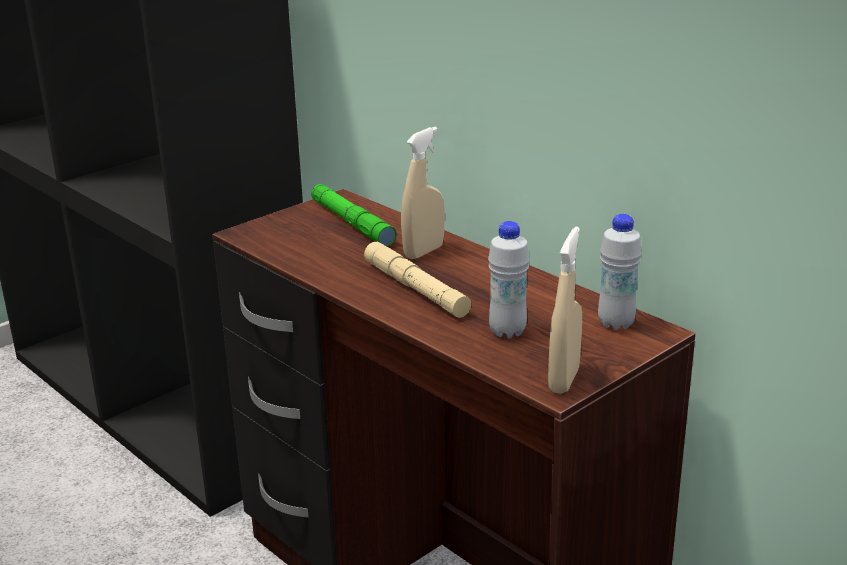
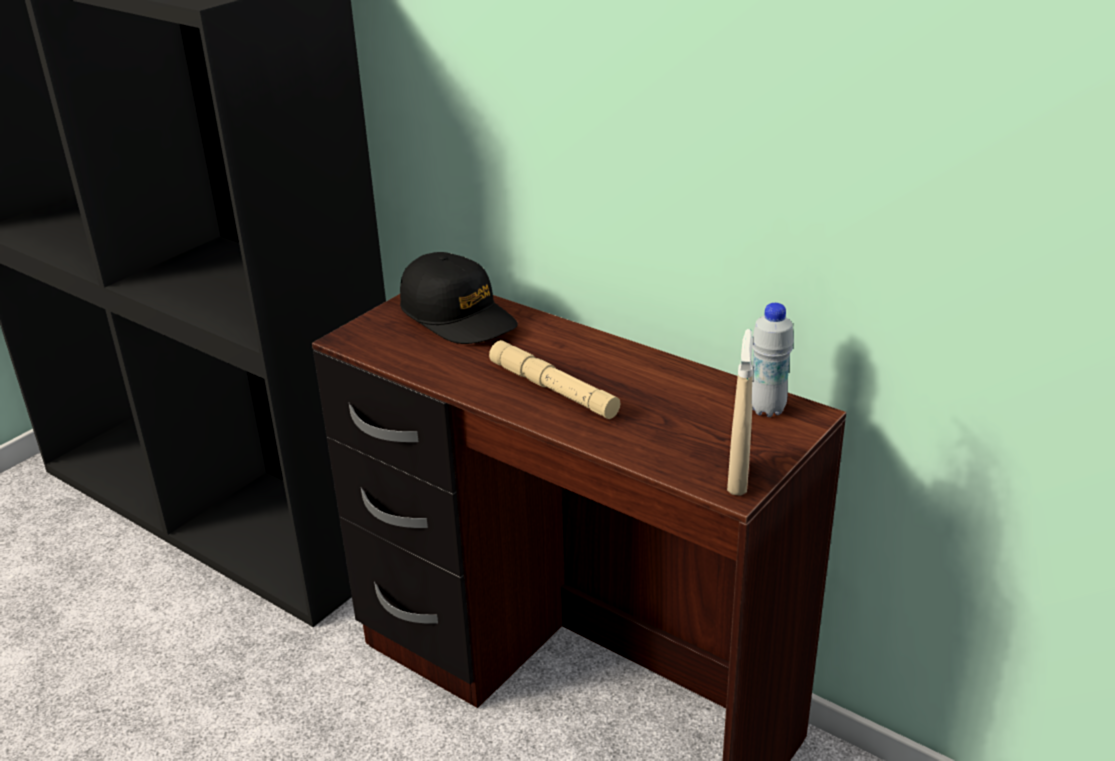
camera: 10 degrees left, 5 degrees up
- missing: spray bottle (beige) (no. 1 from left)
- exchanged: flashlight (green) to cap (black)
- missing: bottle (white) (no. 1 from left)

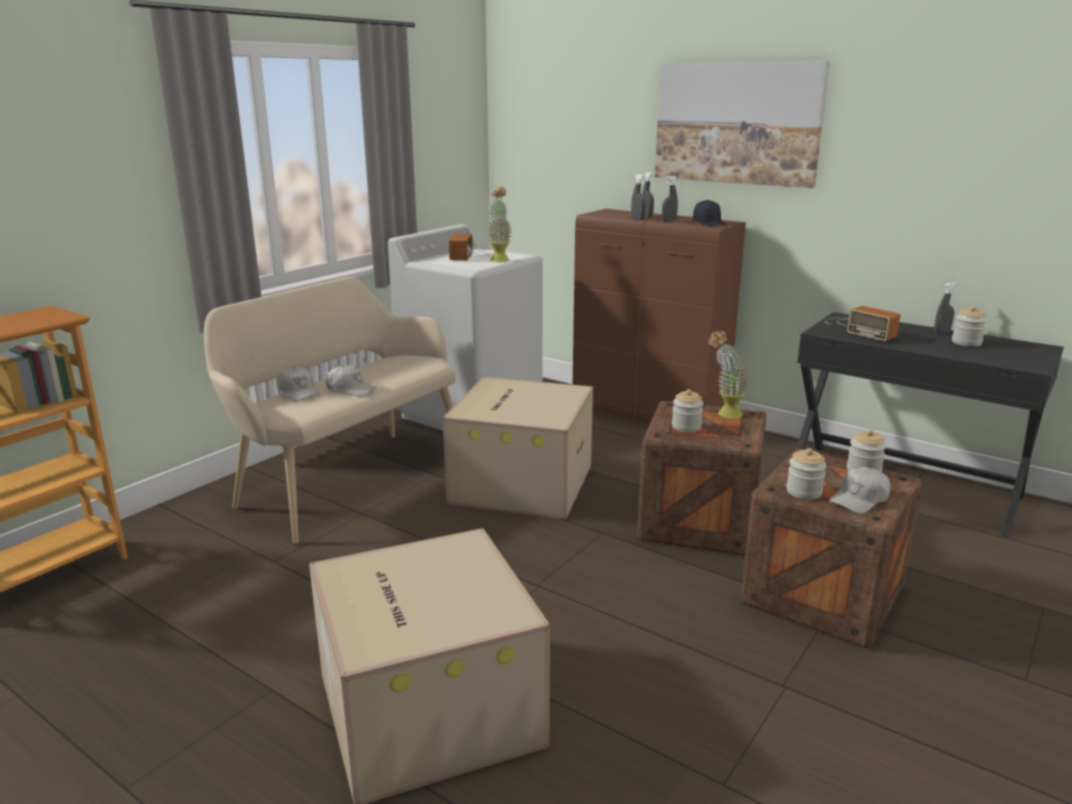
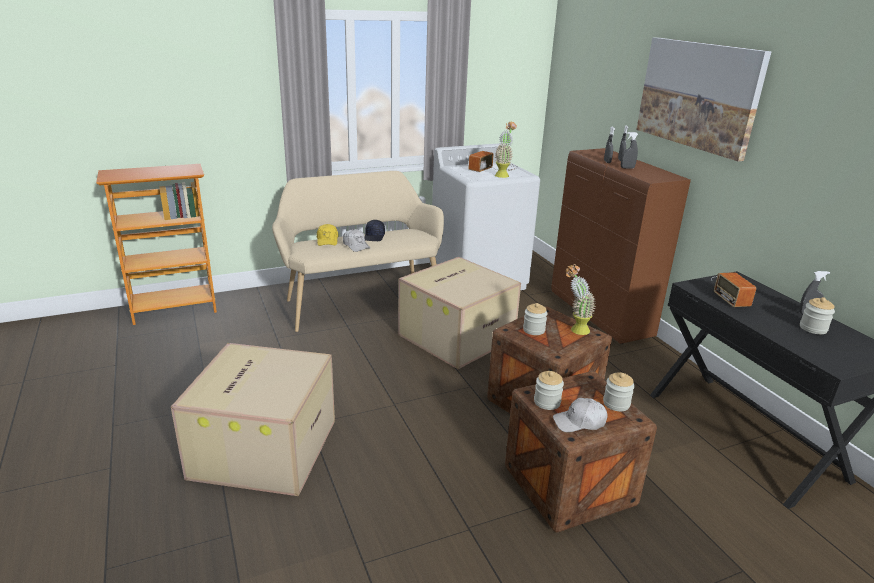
camera: 30 degrees right, 5 degrees up
- relocated: cap (black)
- colour: cap (white) (no. 1 from left) to cap (yellow)

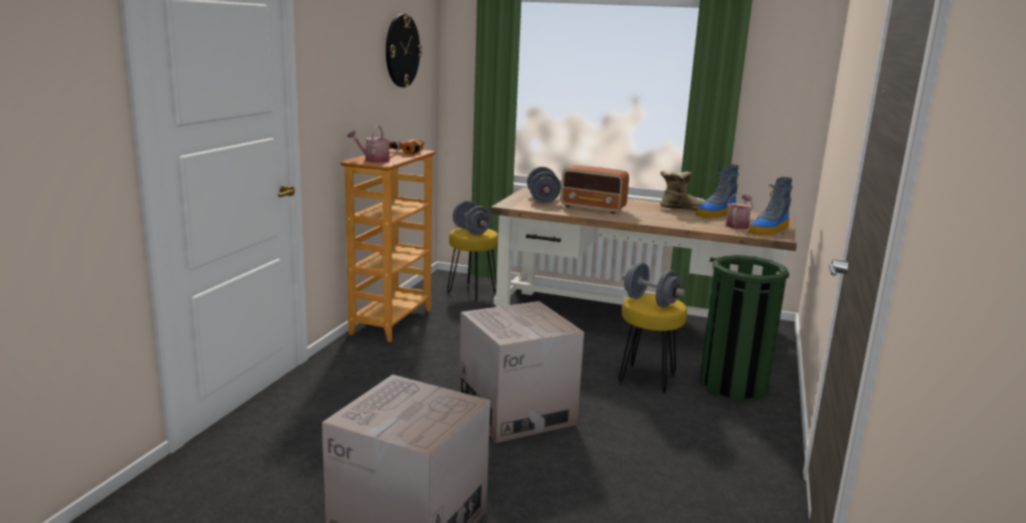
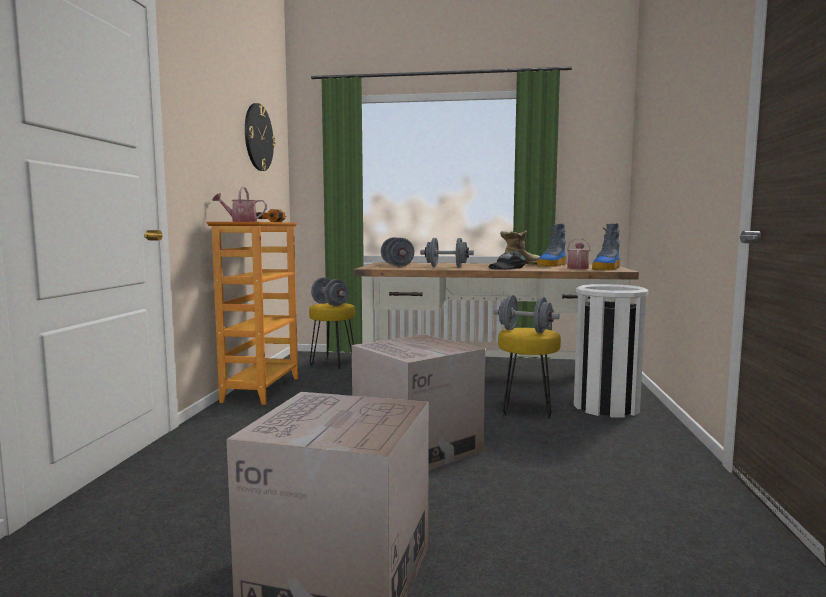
camera: 10 degrees left, 10 degrees down
- exchanged: radio to dumbbell (grey) (no. 3 from left)
- colour: trash can (green) to trash can (white)
- appeared: cap (black)

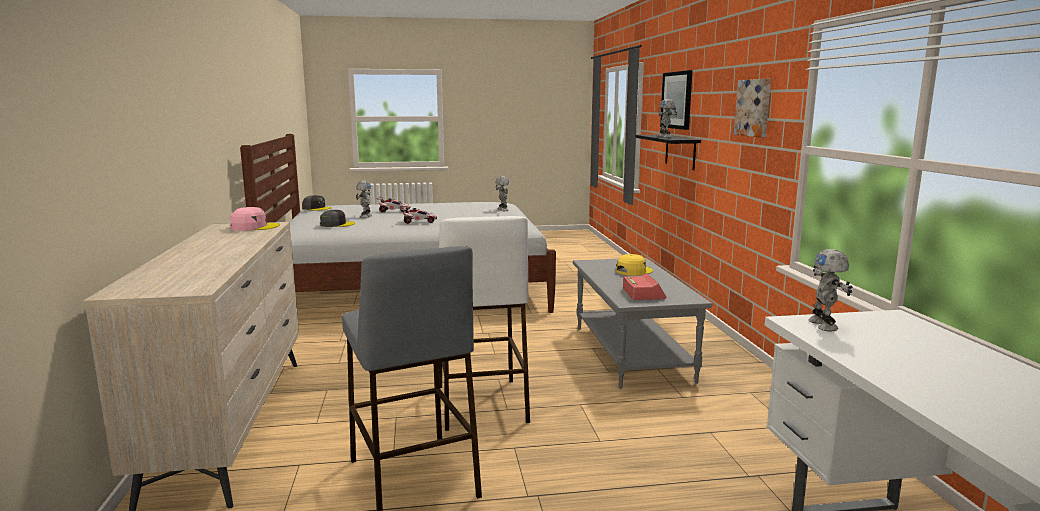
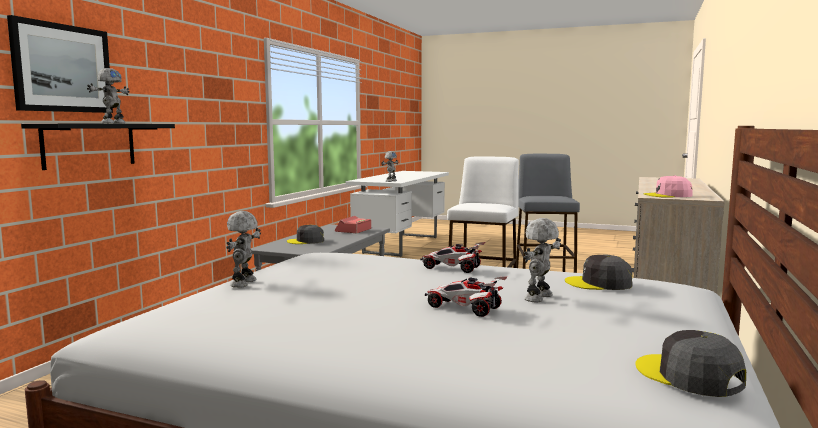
camera: 150 degrees left, 5 degrees down
- missing: picture (no. 2 from left)
- colour: cap (yellow) to cap (grey) (no. 1 from left)

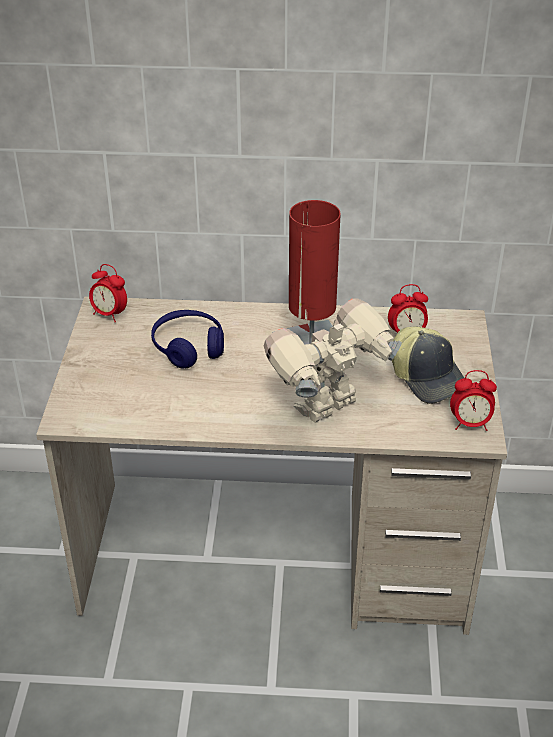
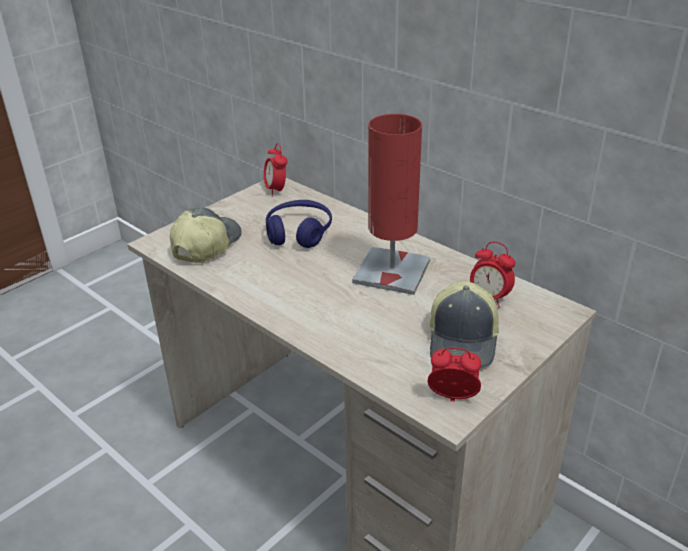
camera: 40 degrees right, 5 degrees down
- missing: toy robot
- spun: alarm clock (no. 3 from left in the first image) 150 degrees clockwise
- appeared: cap (no. 1 from left)

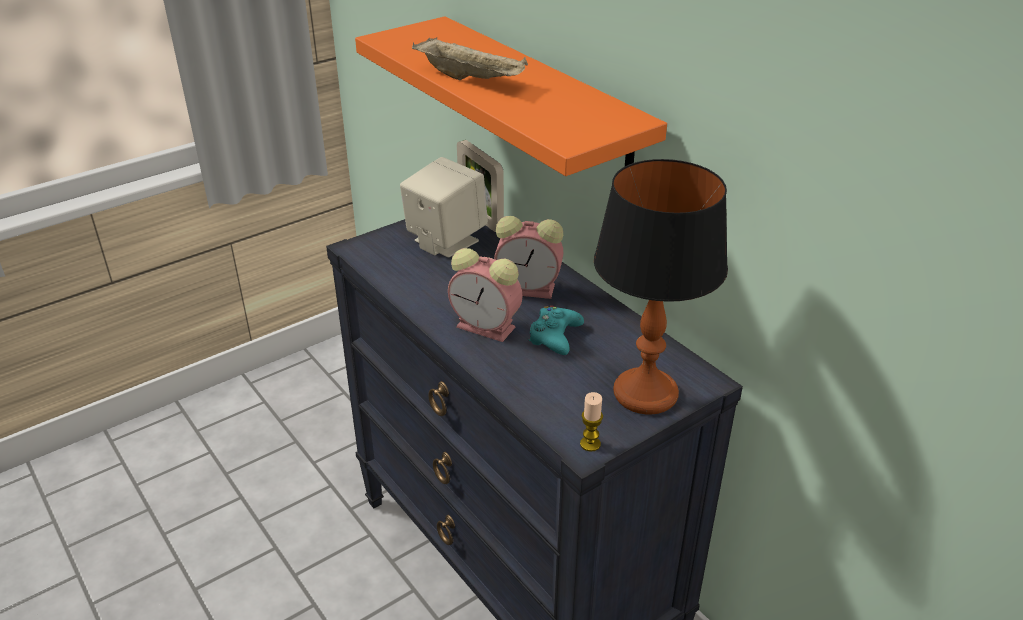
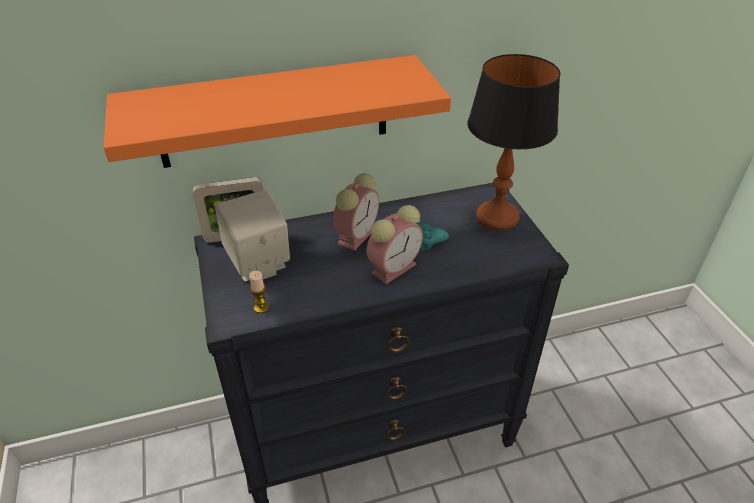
camera: 70 degrees left, 5 degrees up
- missing: tray (beige)
- relocated: candle

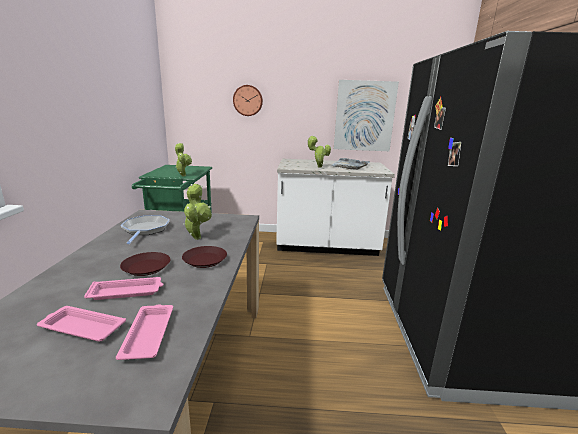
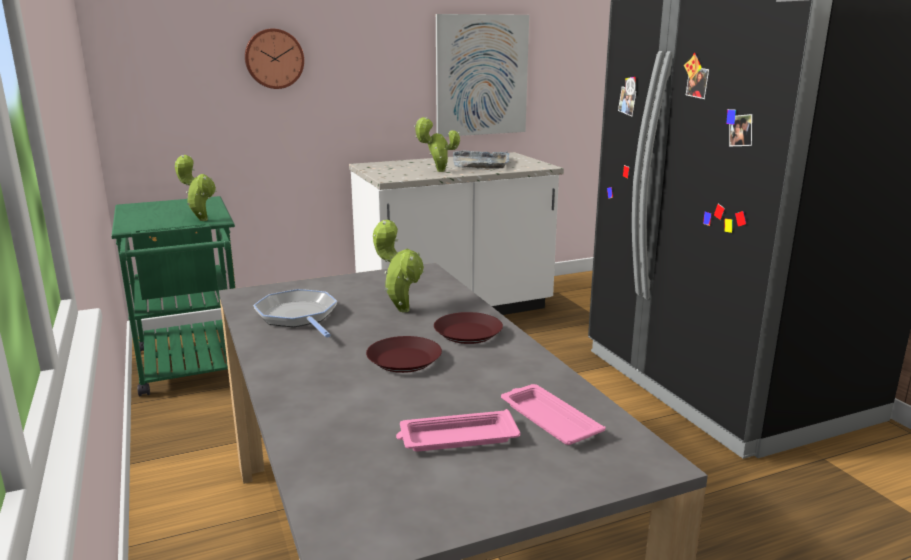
camera: 25 degrees left, 0 degrees up
- missing: tray (pink) (no. 2 from left)

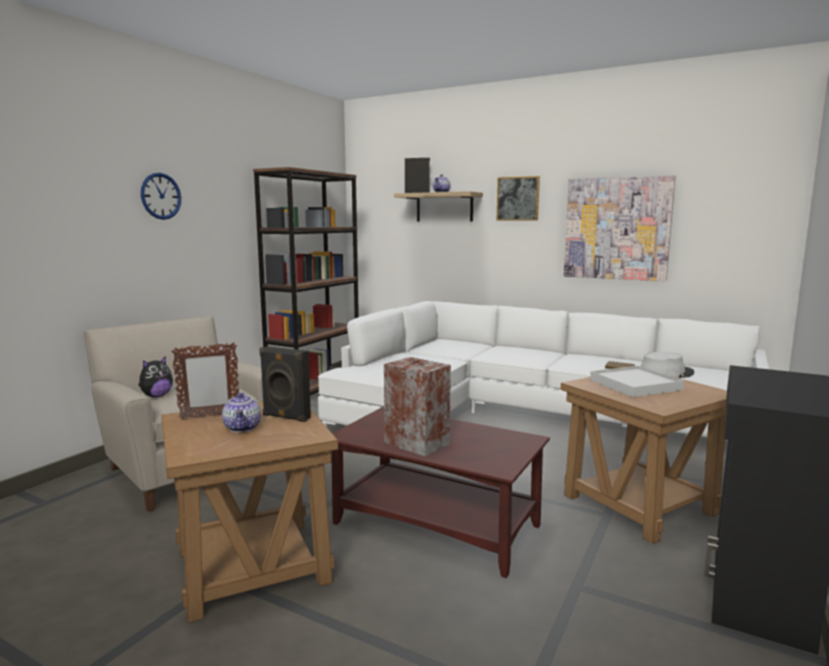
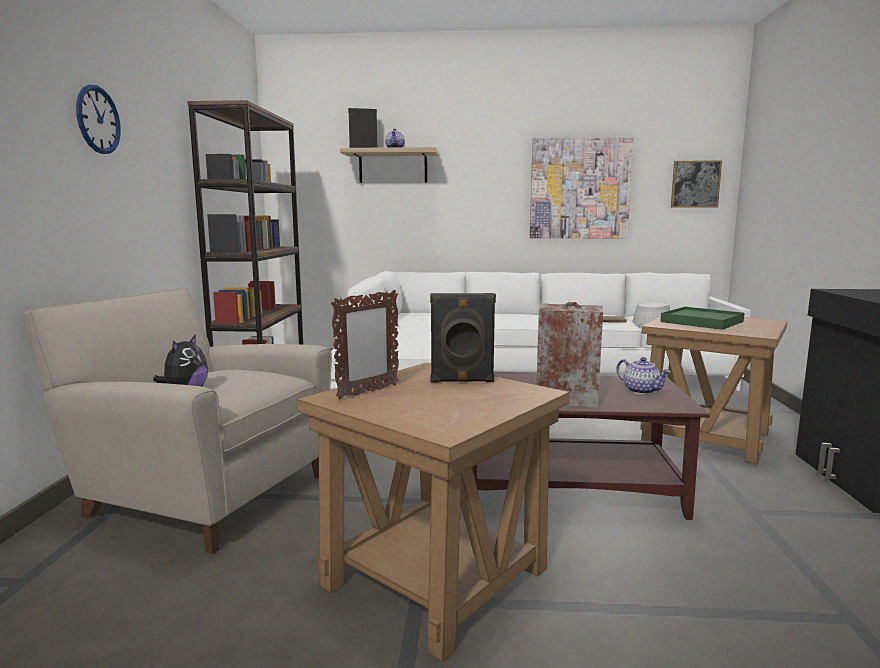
camera: 25 degrees left, 0 degrees up
- relocated: picture (no. 1 from left in the first image) to picture (no. 2 from left)
- colour: tray (white) to tray (green)
- relocated: teapot (no. 1 from left in the first image) to teapot (no. 2 from left)

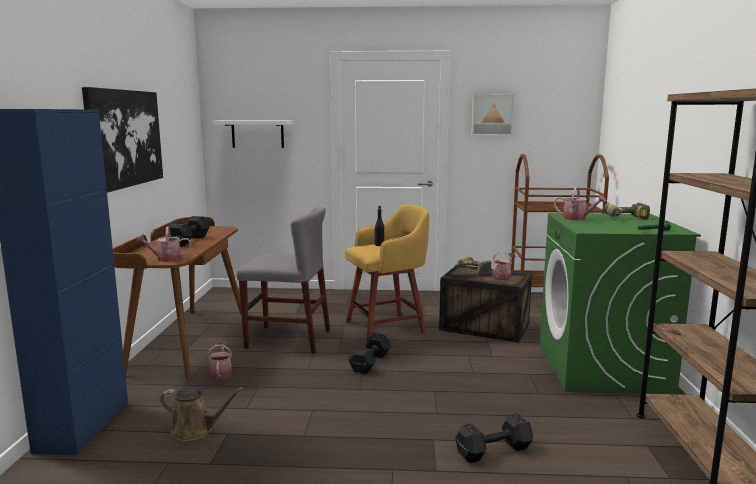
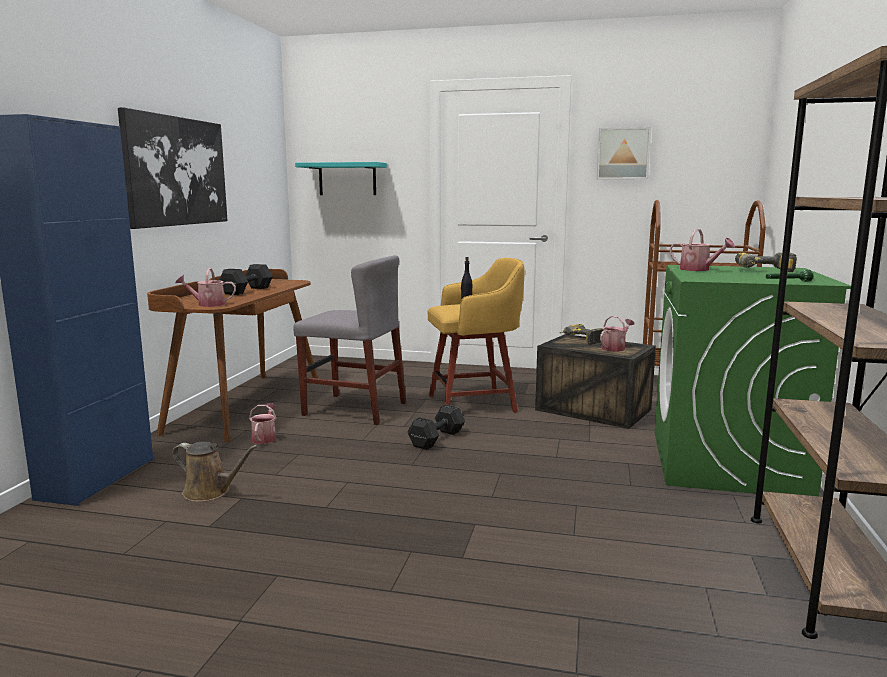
camera: 10 degrees right, 0 degrees up
- colour: shelf (white) to shelf (turquoise)
- missing: dumbbell (black) (no. 3 from left)

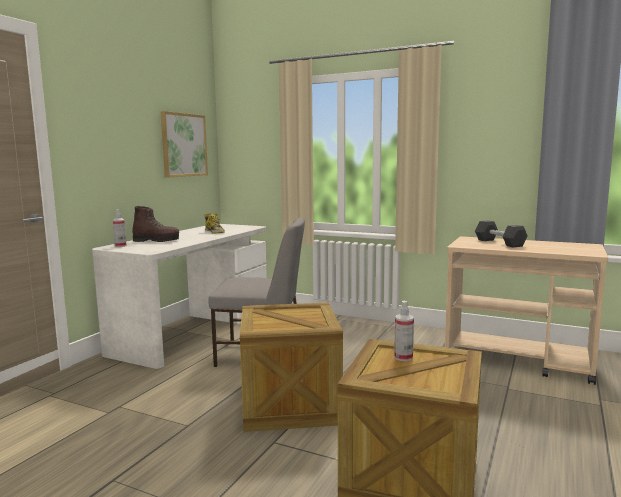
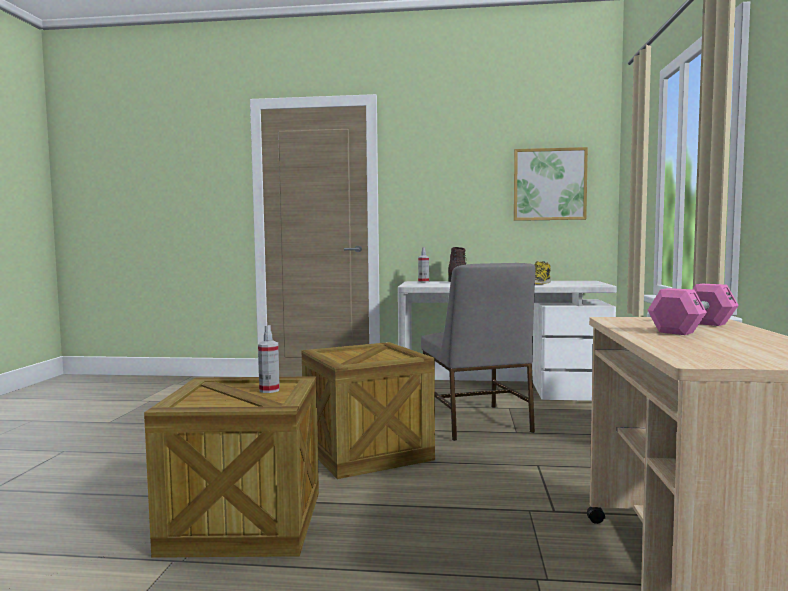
camera: 70 degrees right, 5 degrees down
- colour: dumbbell (black) to dumbbell (pink)

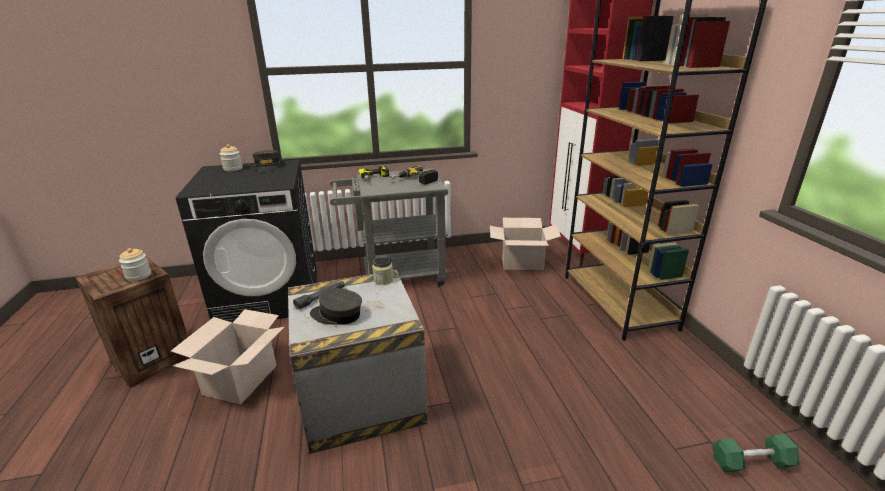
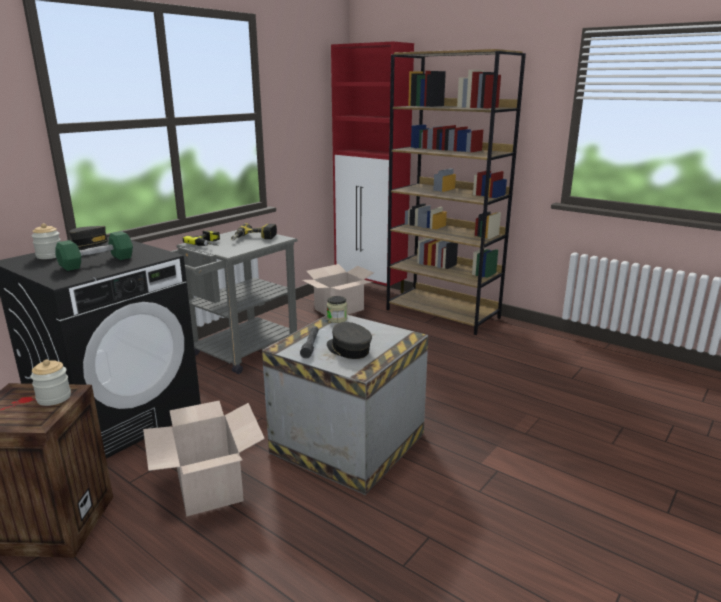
camera: 40 degrees left, 5 degrees down
- spun: cap (grey) (no. 2 from left) 75 degrees clockwise
- relocated: dumbbell (green)

